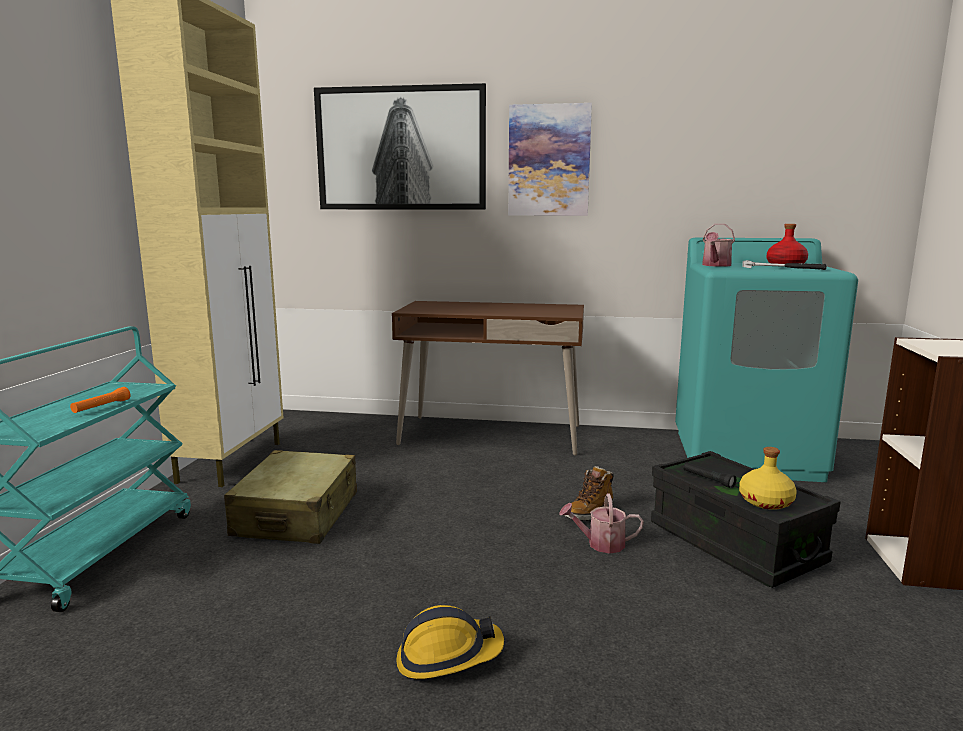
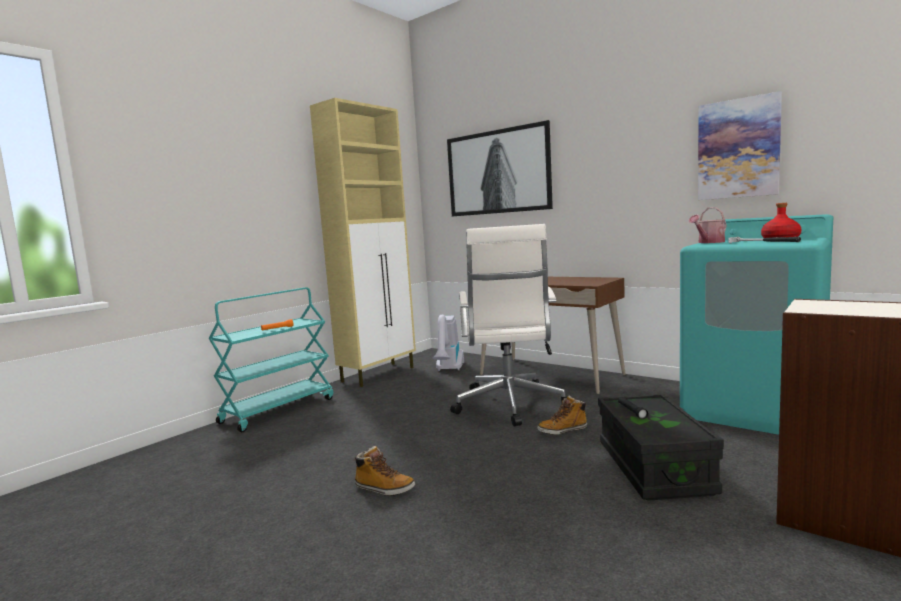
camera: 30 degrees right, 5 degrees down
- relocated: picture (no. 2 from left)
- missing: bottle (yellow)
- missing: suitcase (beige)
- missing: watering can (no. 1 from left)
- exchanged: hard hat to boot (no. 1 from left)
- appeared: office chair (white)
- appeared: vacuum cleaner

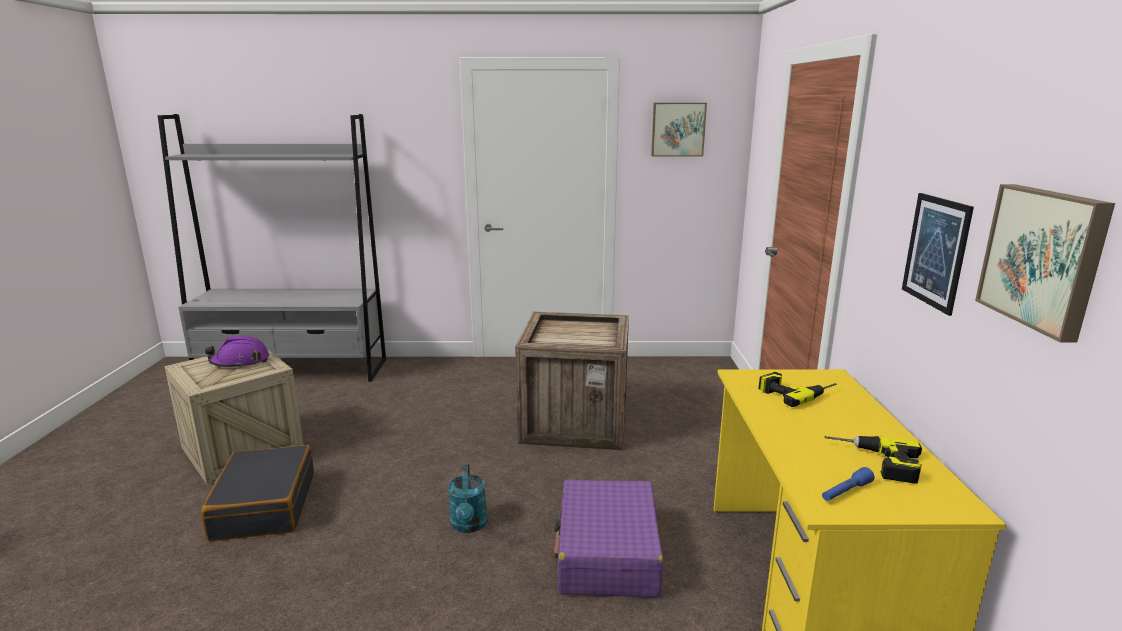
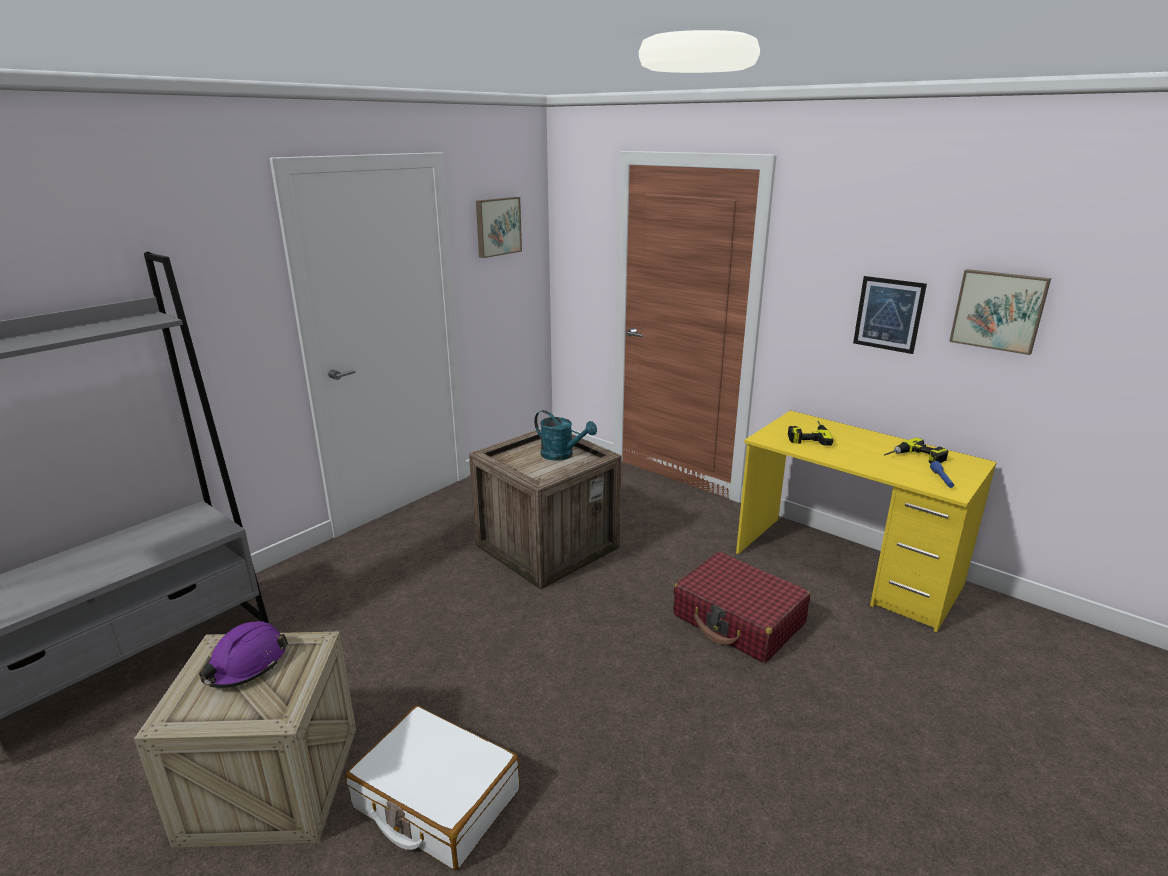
camera: 50 degrees left, 5 degrees up
- colour: suitcase (black) to suitcase (white)
- relocated: watering can (turquoise)
- colour: suitcase (purple) to suitcase (red)

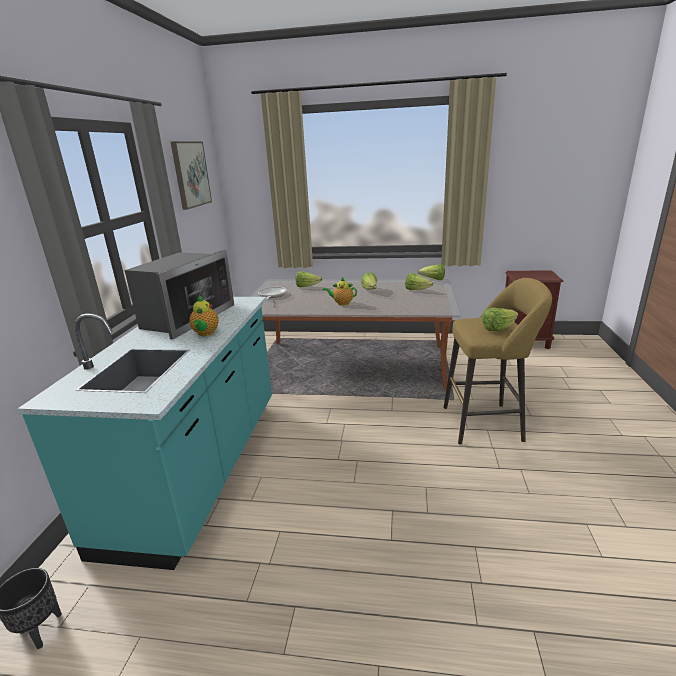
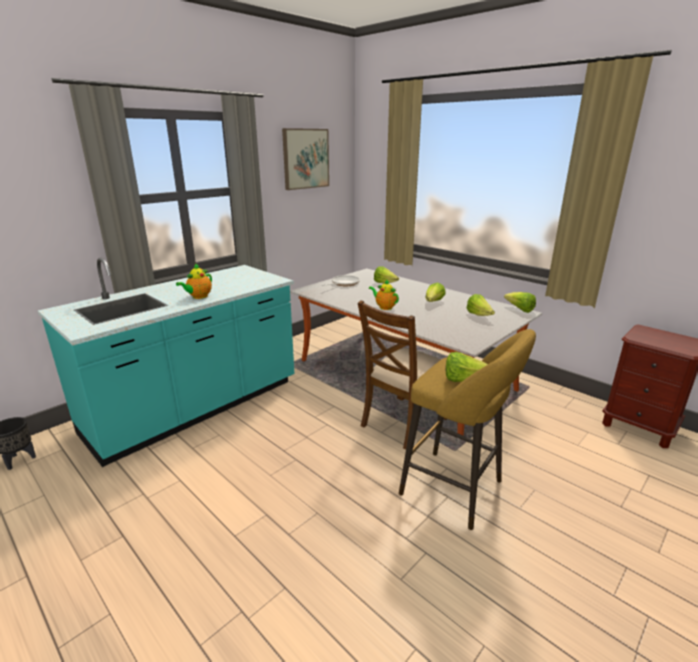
camera: 35 degrees right, 0 degrees up
- missing: microwave
- appeared: chair (brown)

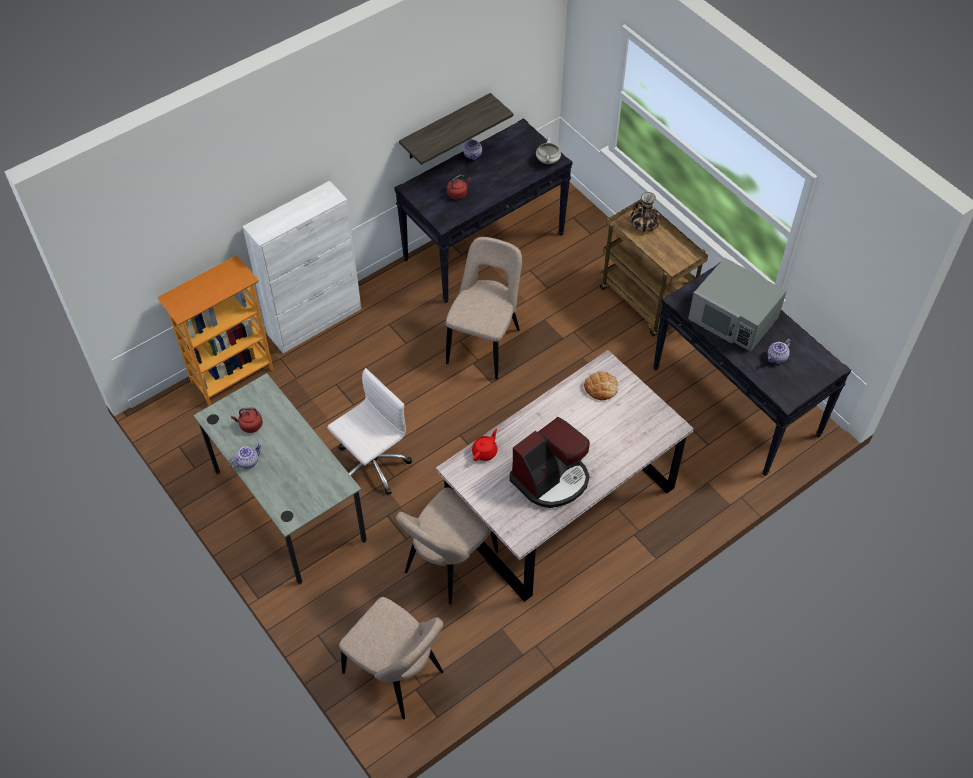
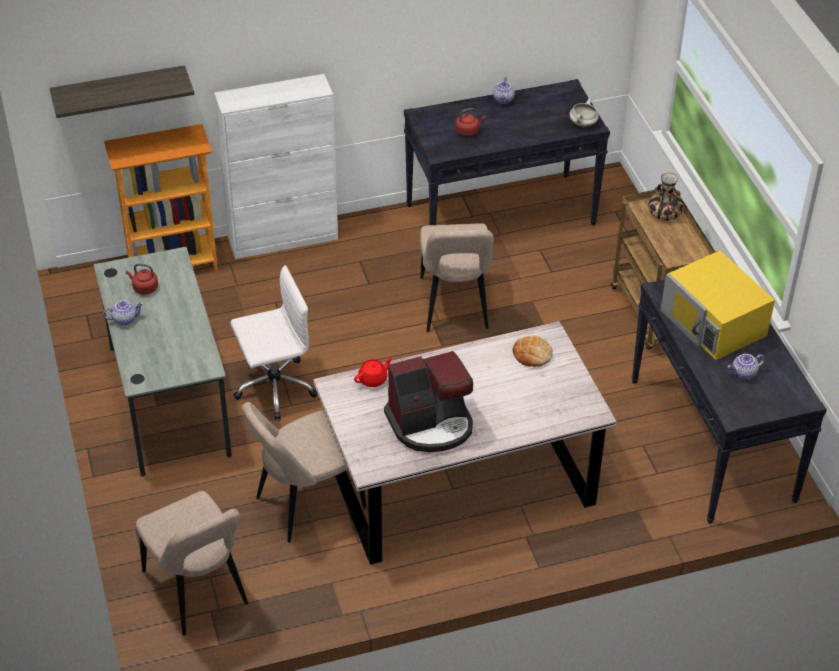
camera: 20 degrees right, 10 degrees down
- relocated: shelf
- spun: chair (beige) (no. 3 from left) 135 degrees clockwise
- colour: microwave (grey) to microwave (yellow)

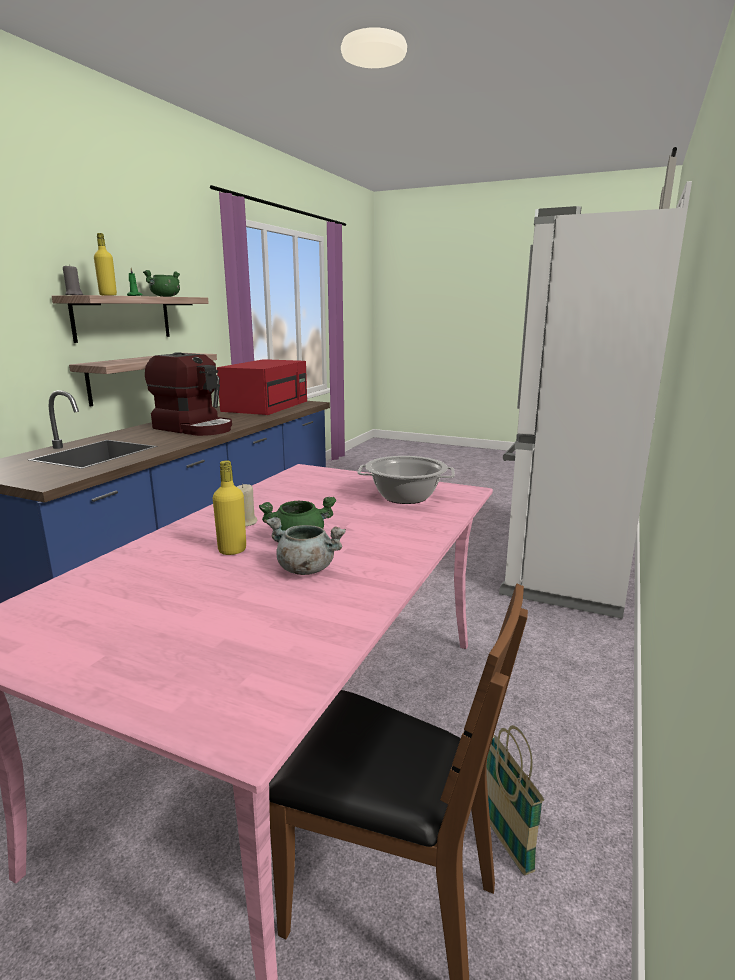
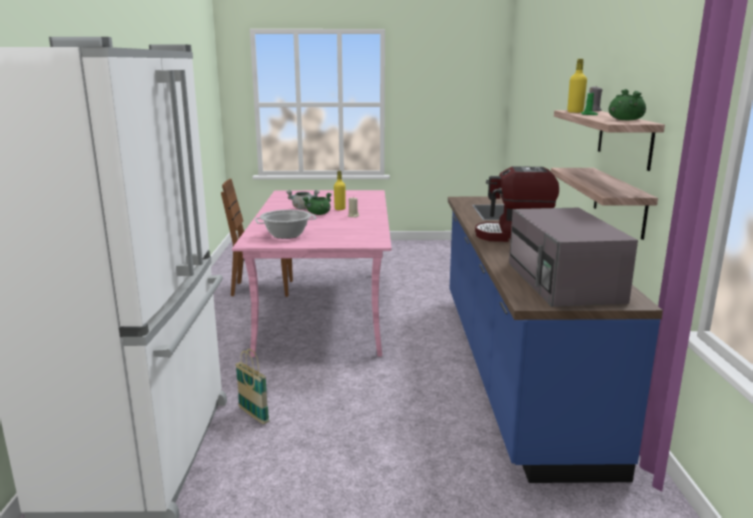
camera: 155 degrees right, 0 degrees up
- colour: microwave (red) to microwave (grey)
- relocated: basket

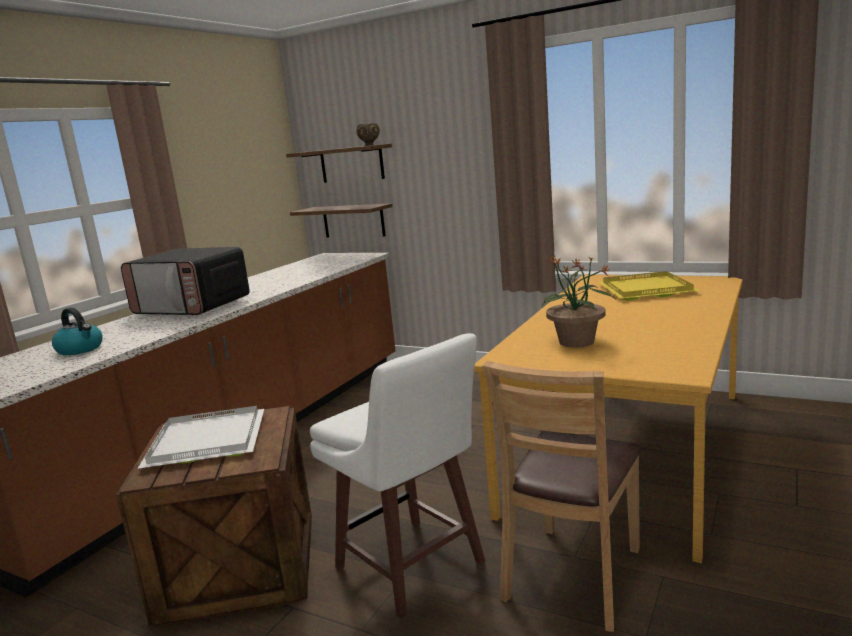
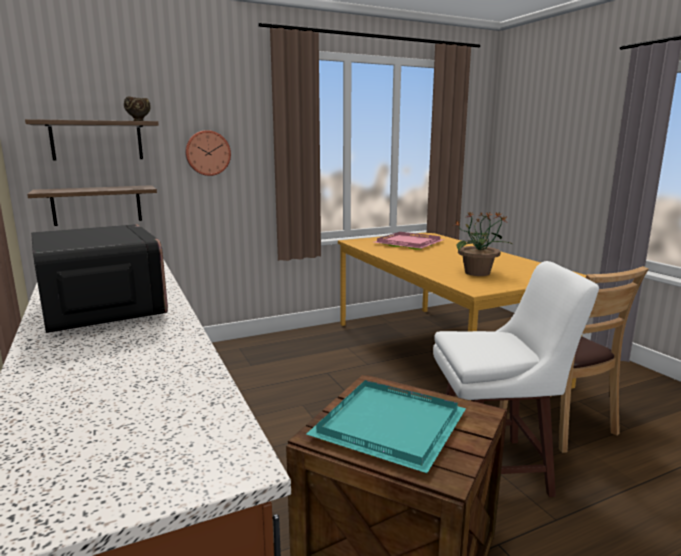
camera: 55 degrees left, 0 degrees up
- spun: microwave 90 degrees counterclockwise
- colour: tray (yellow) to tray (pink)
- missing: kettle
- colour: tray (white) to tray (turquoise)
- appeared: wall clock

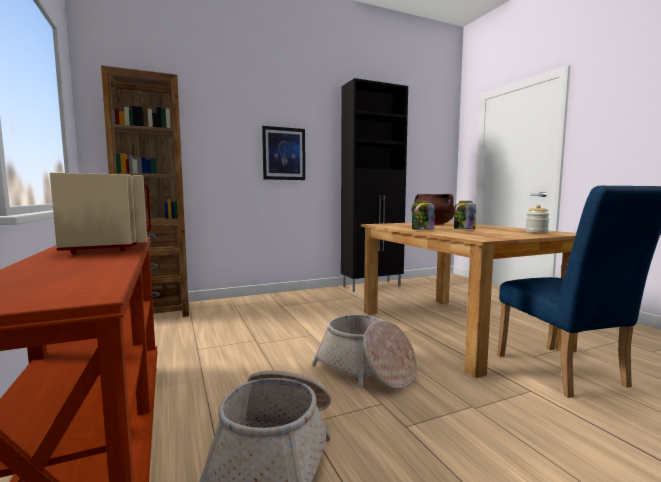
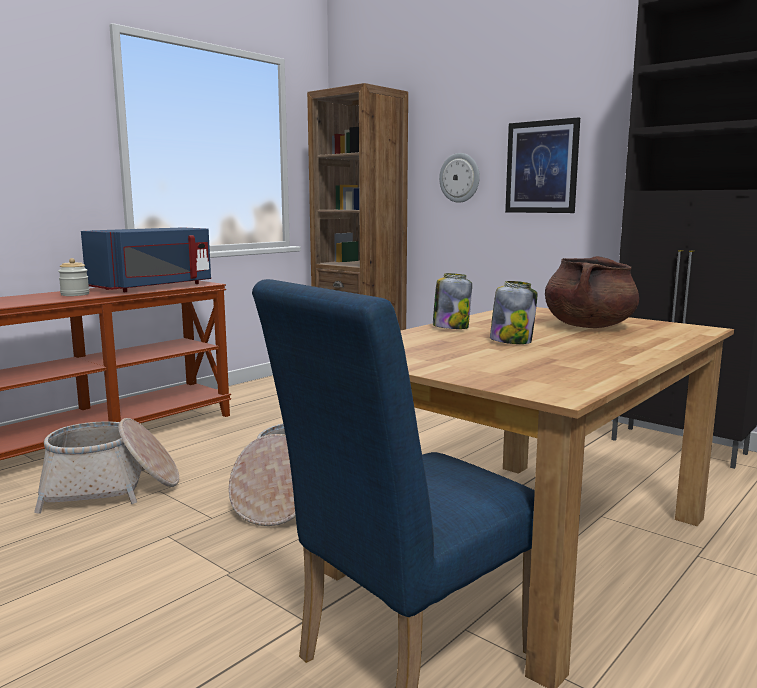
camera: 65 degrees right, 5 degrees up
- colour: microwave (beige) to microwave (blue)
- relocated: jar (no. 3 from left in the first image) to jar (no. 1 from left)
- appeared: wall clock

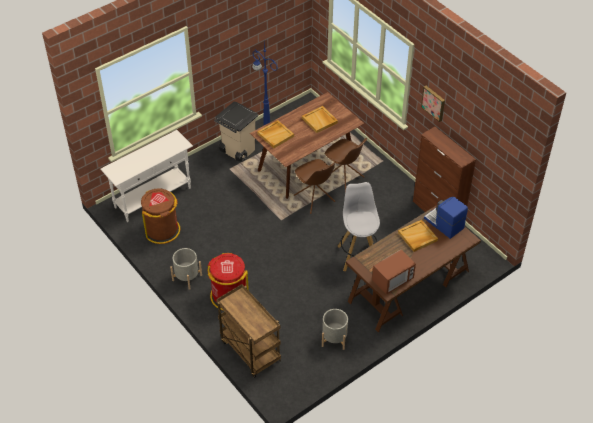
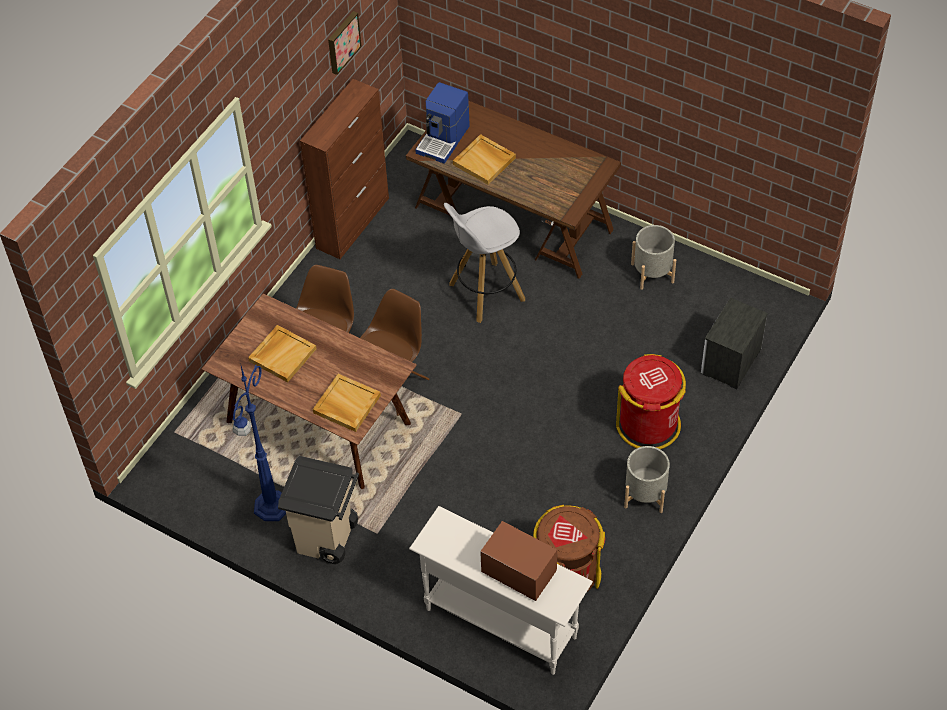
camera: 110 degrees left, 5 degrees up
- relocated: picture
- relocated: microwave
- exchanged: cart (brown) to nightstand

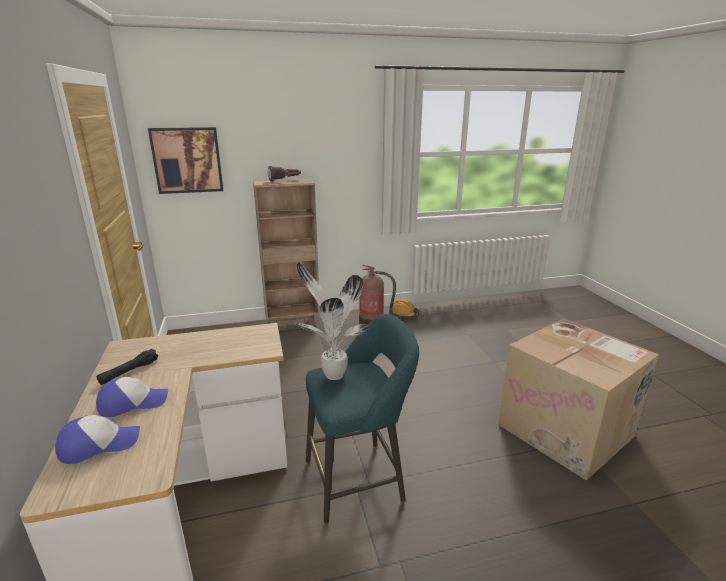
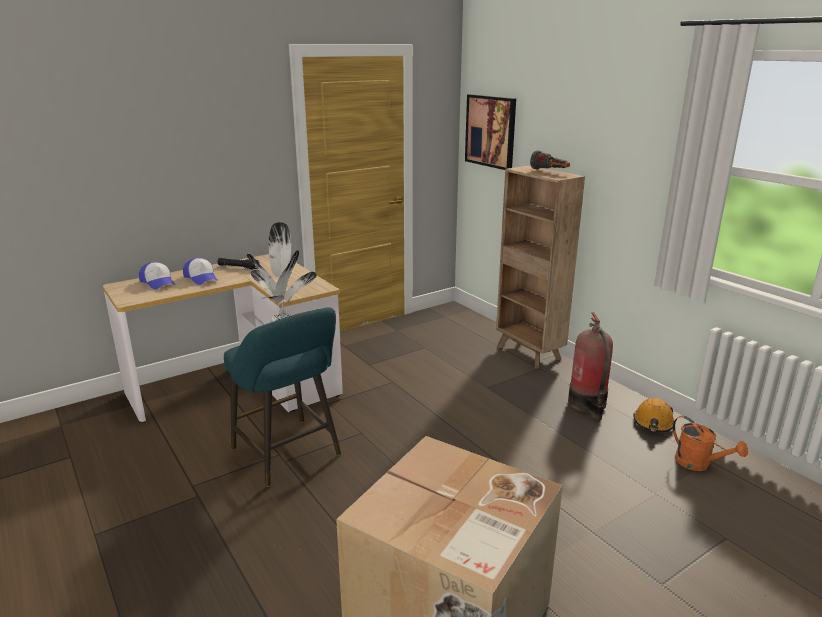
camera: 70 degrees right, 0 degrees up
- appeared: watering can (orange)

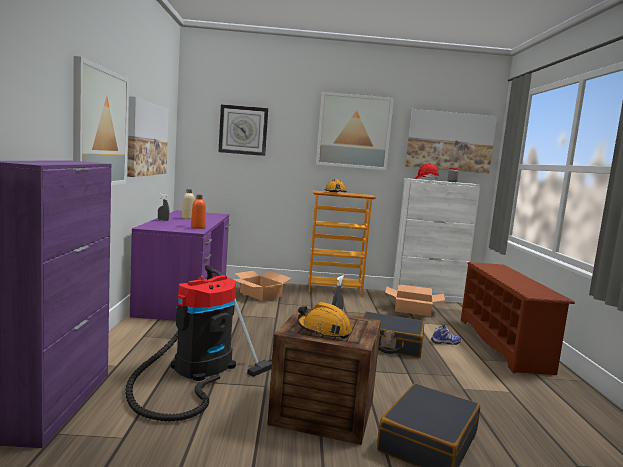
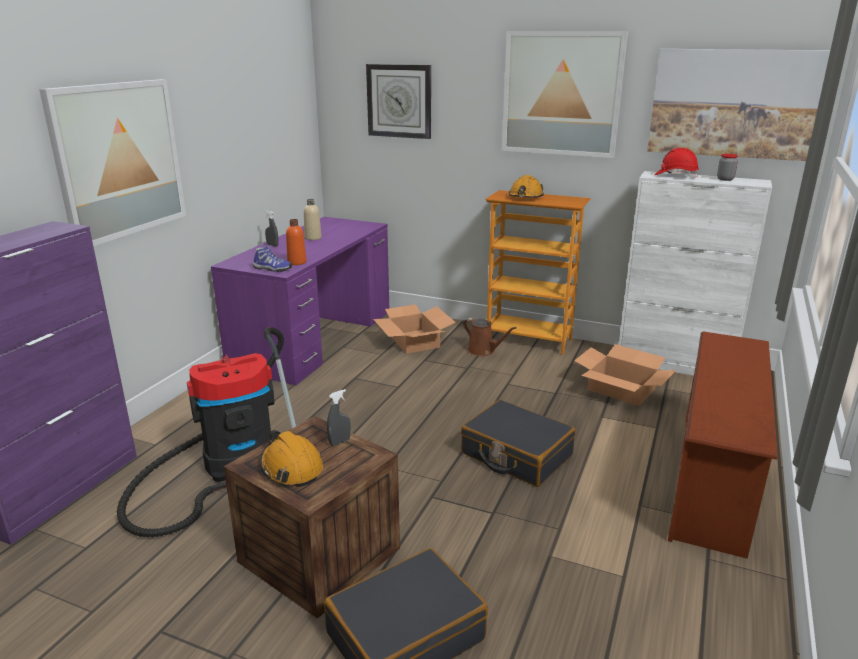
camera: 25 degrees right, 15 degrees up
- missing: picture (no. 2 from left)
- relocated: shoe
- appeared: watering can (brown)

